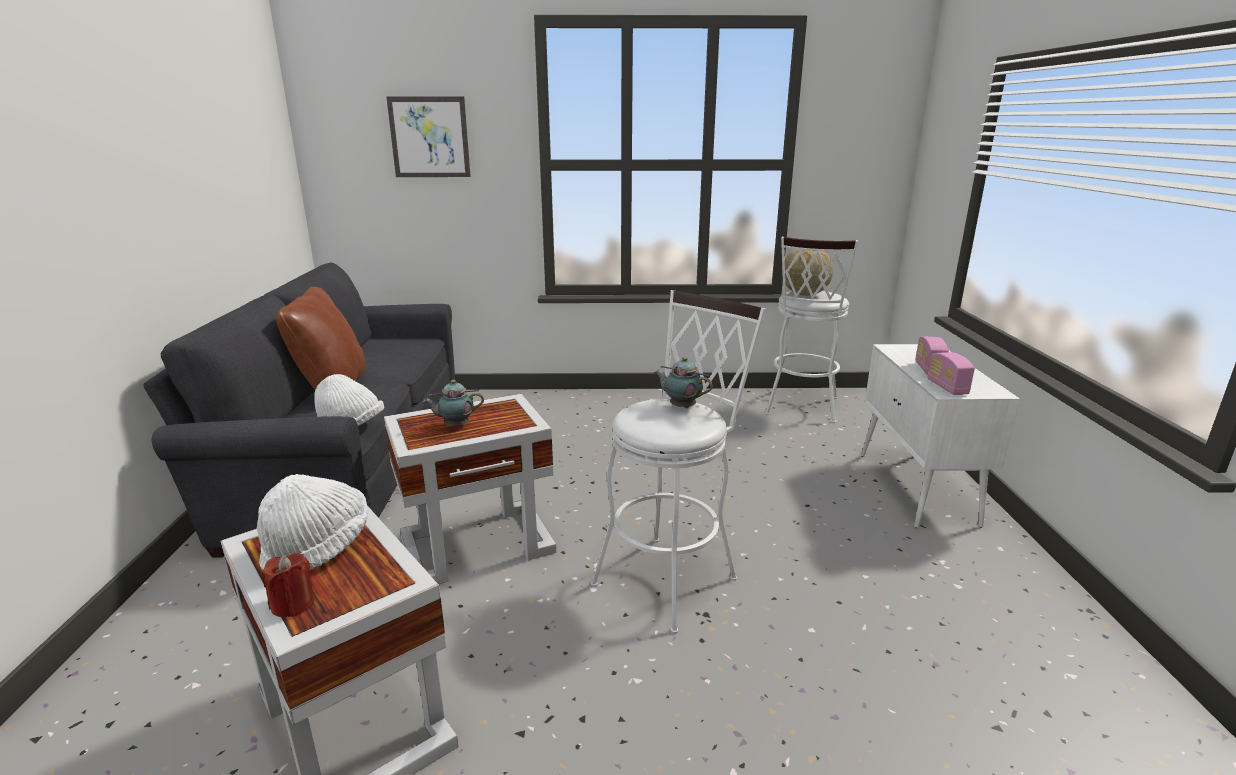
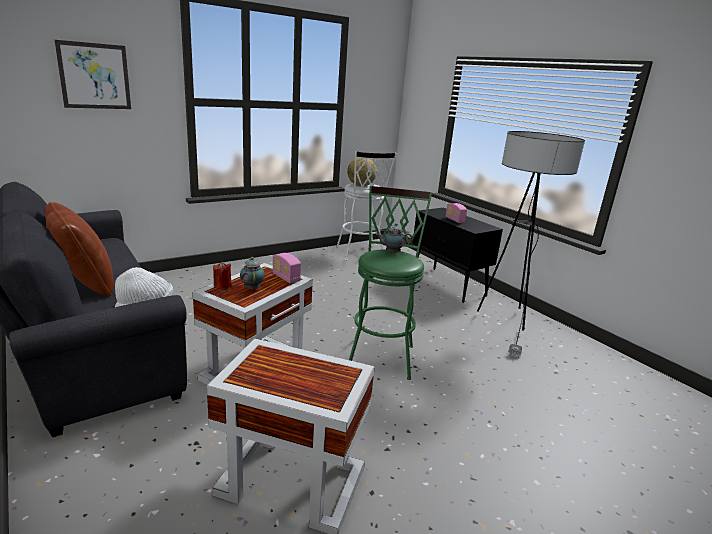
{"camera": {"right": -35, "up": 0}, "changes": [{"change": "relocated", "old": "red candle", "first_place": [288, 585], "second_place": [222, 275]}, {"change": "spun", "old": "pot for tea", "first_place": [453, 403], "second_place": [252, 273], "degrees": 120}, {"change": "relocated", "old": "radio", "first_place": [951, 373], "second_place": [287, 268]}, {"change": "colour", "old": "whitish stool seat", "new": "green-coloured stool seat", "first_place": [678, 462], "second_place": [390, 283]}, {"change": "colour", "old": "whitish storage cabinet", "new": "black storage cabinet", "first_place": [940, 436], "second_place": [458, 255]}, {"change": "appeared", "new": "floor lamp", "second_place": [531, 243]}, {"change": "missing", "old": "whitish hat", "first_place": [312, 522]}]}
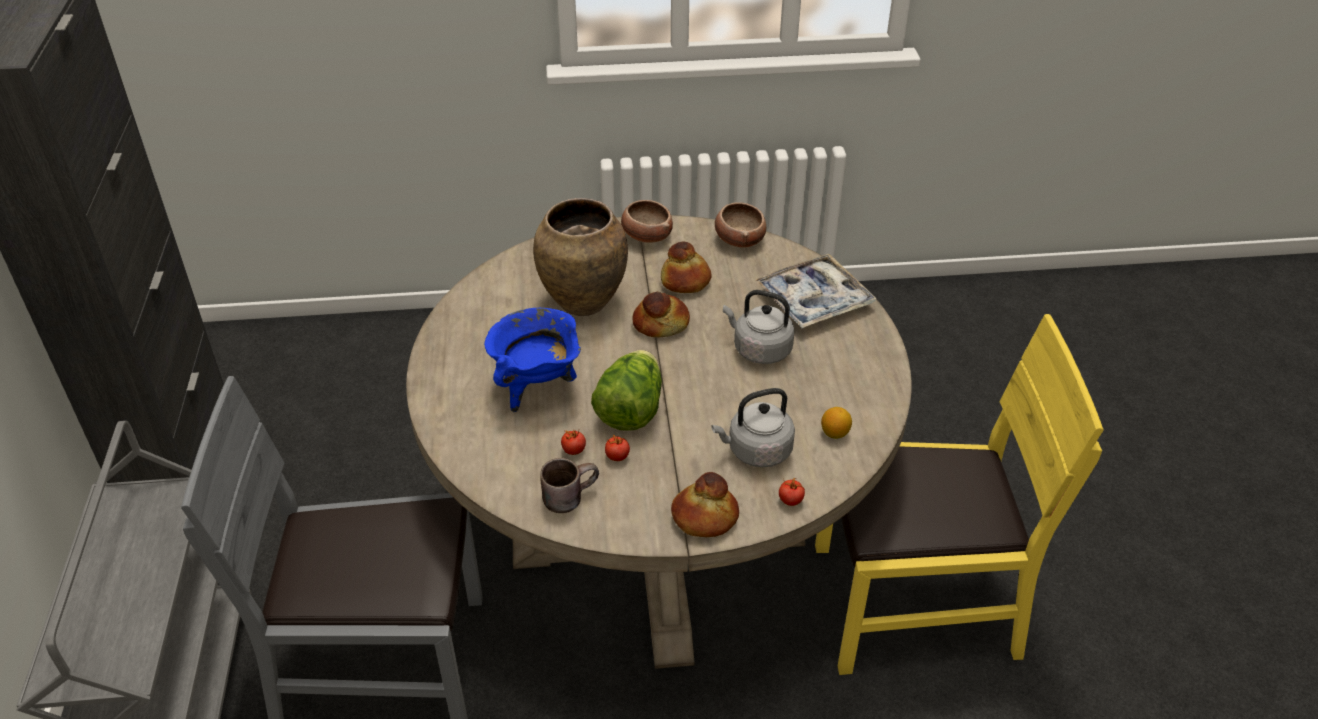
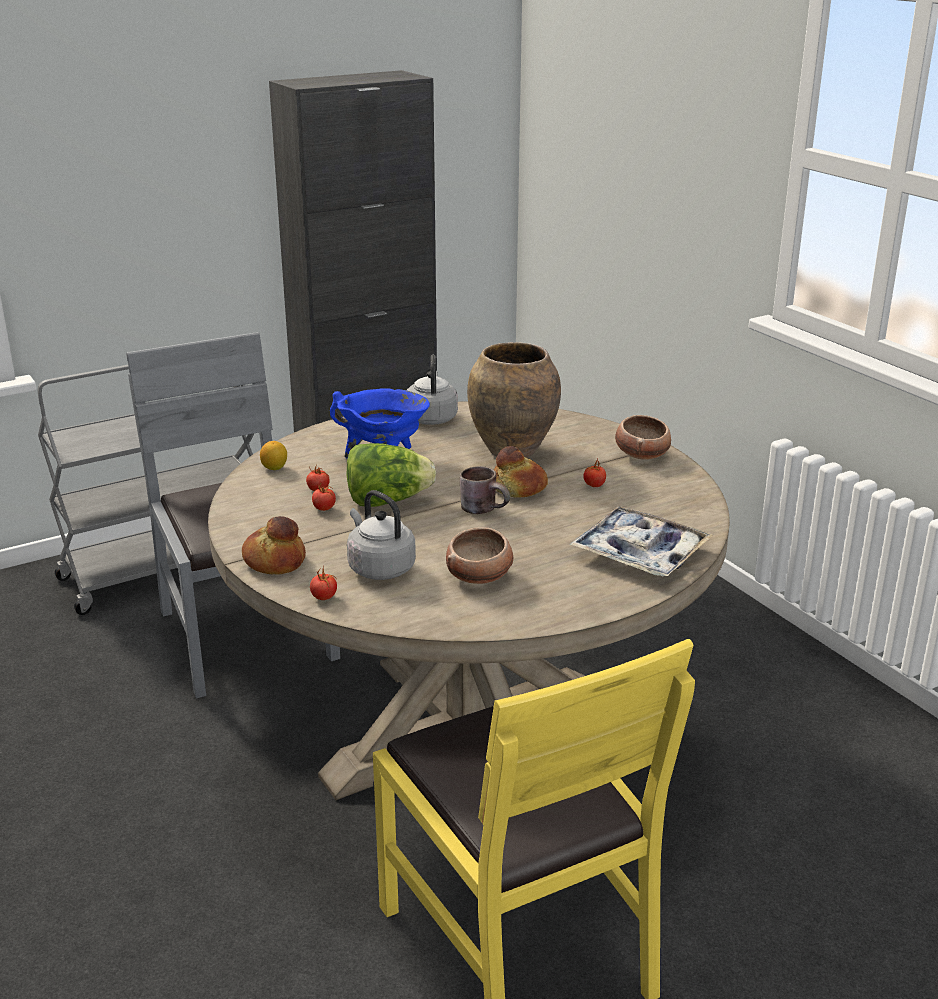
{"camera": {"right": 65, "up": -15}, "changes": [{"change": "relocated", "old": "whole lemon", "first_place": [836, 423], "second_place": [273, 455]}, {"change": "relocated", "old": "grey kettle", "first_place": [759, 327], "second_place": [432, 390]}, {"change": "relocated", "old": "deep dish", "first_place": [740, 225], "second_place": [479, 555]}, {"change": "relocated", "old": "brown tea mug", "first_place": [569, 485], "second_place": [485, 490]}, {"change": "exchanged", "old": "baked bread", "new": "tomato", "first_place": [686, 267], "second_place": [594, 473]}]}
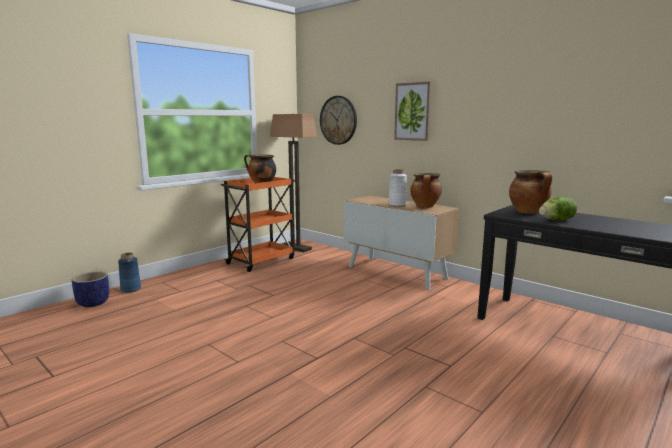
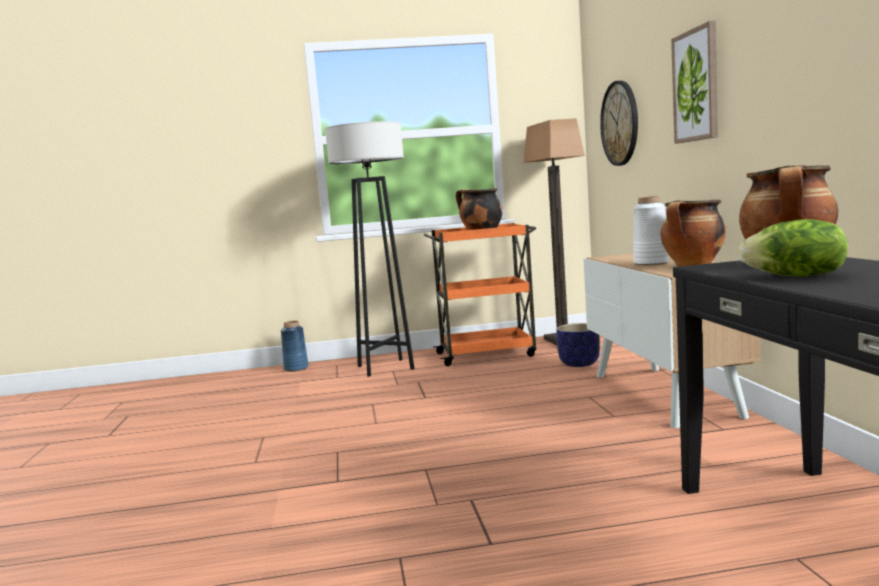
{"camera": {"right": 40, "up": -5}, "changes": [{"change": "appeared", "new": "grey floor lamp", "second_place": [370, 249]}, {"change": "relocated", "old": "flower pot", "first_place": [90, 289], "second_place": [578, 345]}]}
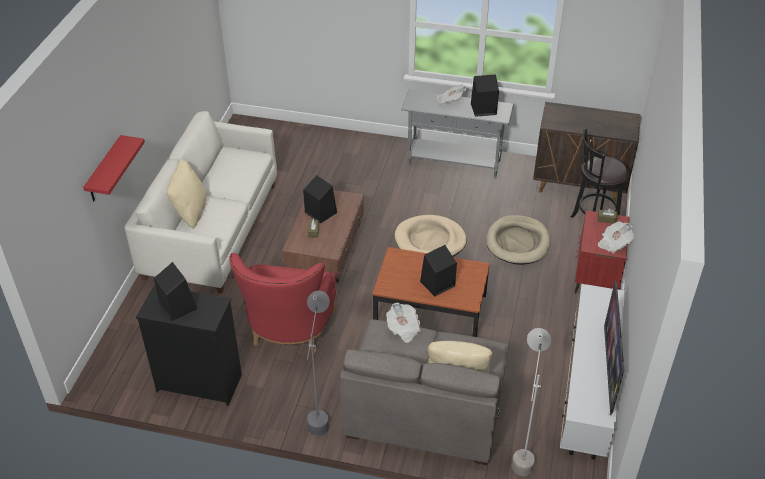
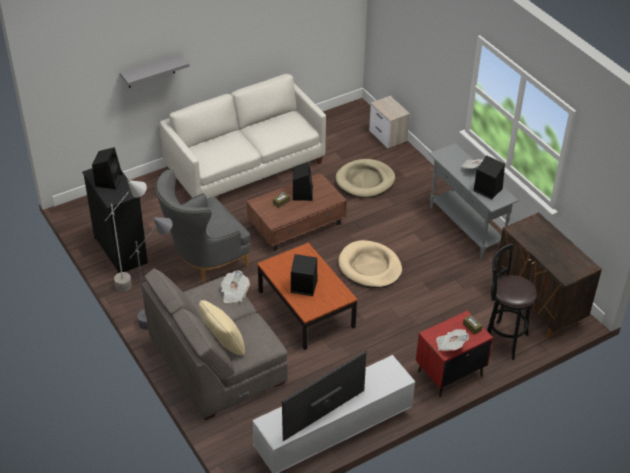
{"camera": {"right": 45, "up": 0}, "changes": [{"change": "relocated", "old": "grey floor lamp", "first_place": [531, 402], "second_place": [126, 236]}, {"change": "colour", "old": "red shelf", "new": "grey shelf", "first_place": [114, 168], "second_place": [155, 71]}, {"change": "colour", "old": "red lounge chair", "new": "grey lounge chair", "first_place": [282, 303], "second_place": [203, 225]}, {"change": "relocated", "old": "beige-coloured pet bed", "first_place": [518, 240], "second_place": [365, 178]}, {"change": "appeared", "new": "night table", "second_place": [389, 122]}, {"change": "missing", "old": "beige-coloured throw pillow", "first_place": [187, 194]}]}
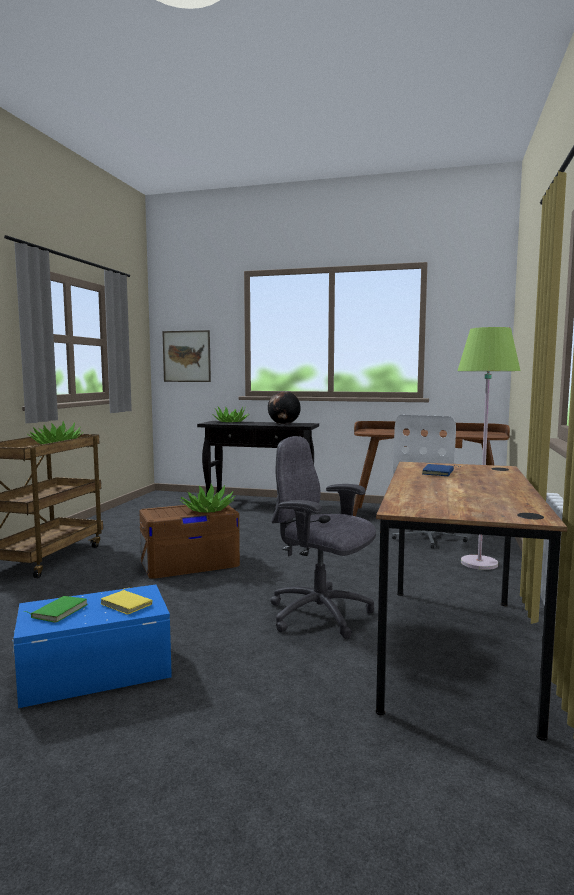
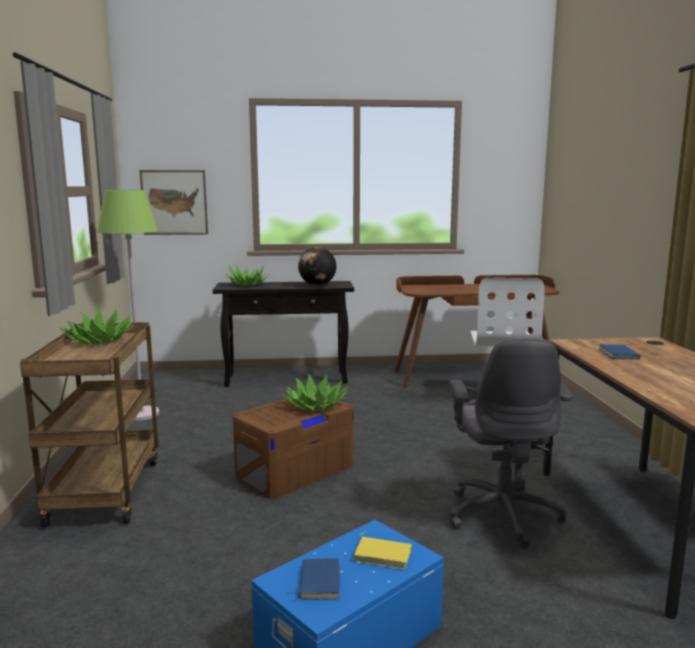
{"camera": {"right": -20, "up": 5}, "changes": [{"change": "relocated", "old": "green-coloured floor lamp", "first_place": [488, 448], "second_place": [128, 305]}, {"change": "colour", "old": "green-coloured bound book", "new": "blue-coloured bound book", "first_place": [56, 609], "second_place": [313, 579]}, {"change": "spun", "old": "grey computer chair", "first_place": [323, 537], "second_place": [510, 443], "degrees": -105}]}
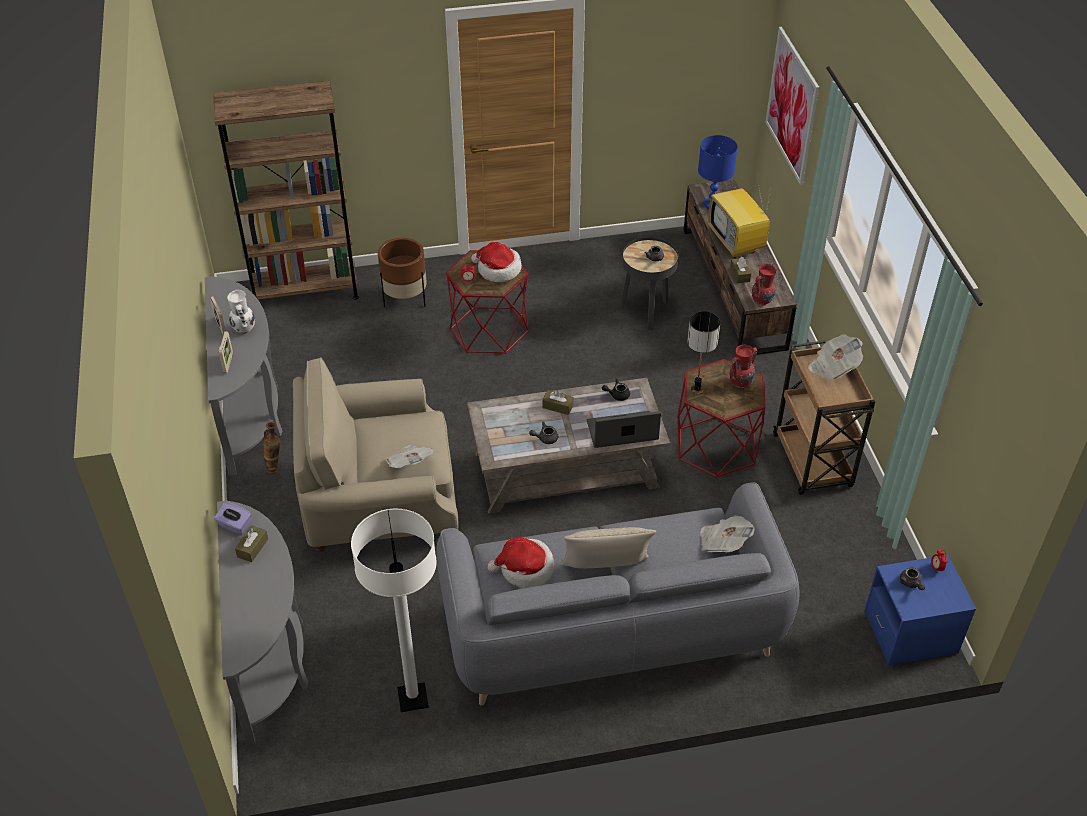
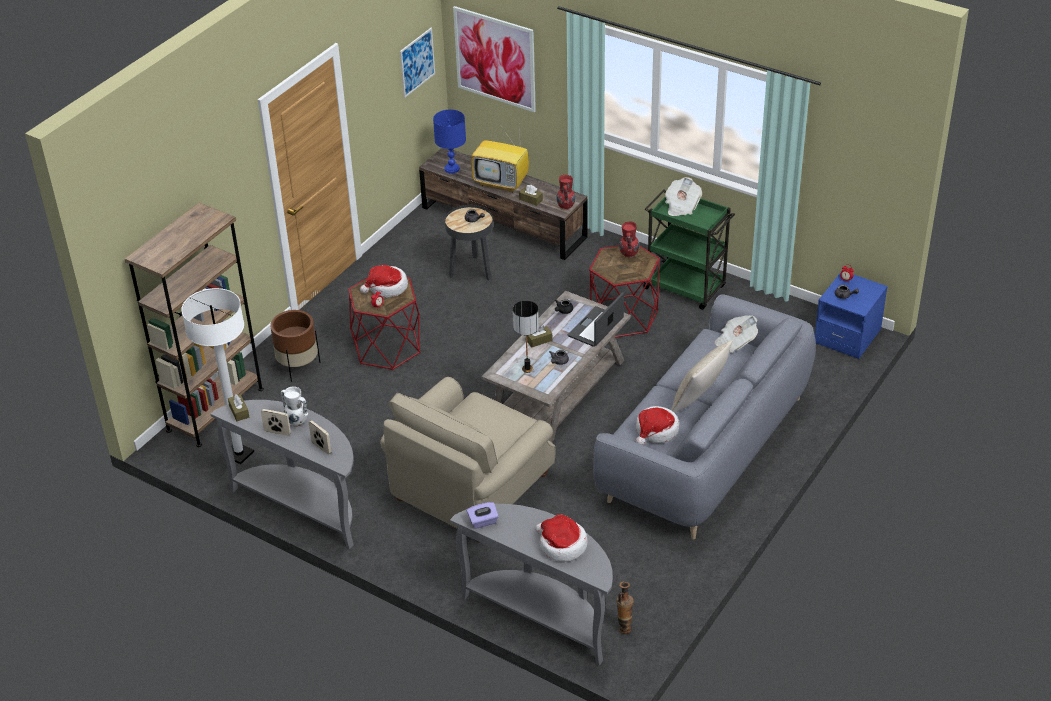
{"camera": {"right": -45, "up": -5}, "changes": [{"change": "relocated", "old": "whitish floor lamp", "first_place": [394, 610], "second_place": [217, 376]}, {"change": "relocated", "old": "brown box of tissues", "first_place": [251, 543], "second_place": [238, 407]}, {"change": "appeared", "new": "wall art", "second_place": [417, 63]}, {"change": "relocated", "old": "tabletop lamp", "first_place": [703, 352], "second_place": [526, 337]}, {"change": "appeared", "new": "hat", "second_place": [561, 538]}, {"change": "relocated", "old": "vase", "first_place": [272, 448], "second_place": [625, 607]}, {"change": "colour", "old": "brown trolley", "new": "green-coloured trolley", "first_place": [824, 417], "second_place": [688, 250]}, {"change": "missing", "old": "newspaper", "first_place": [409, 456]}]}
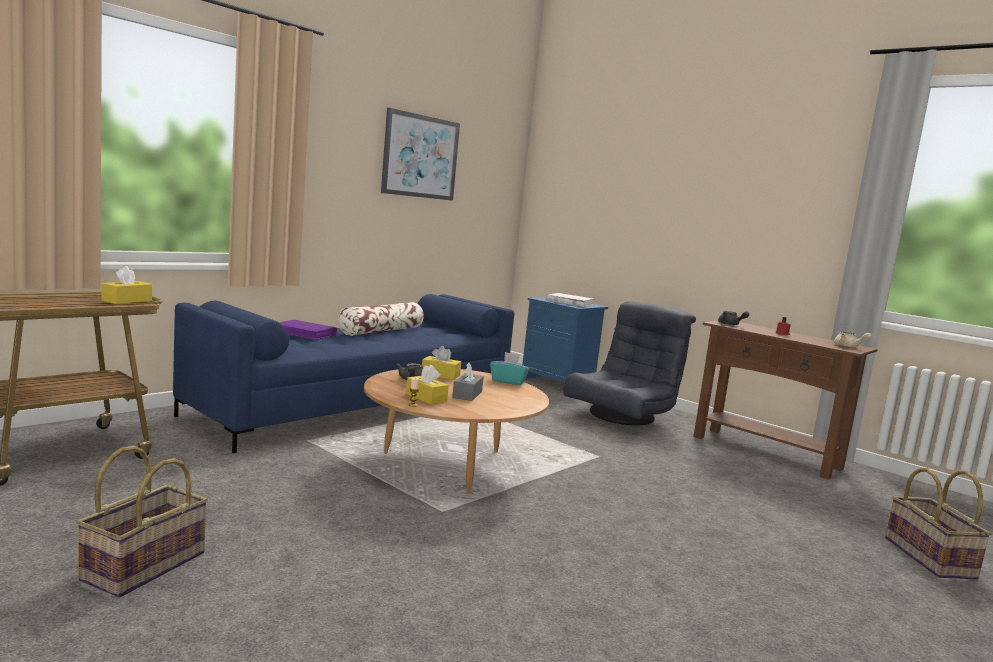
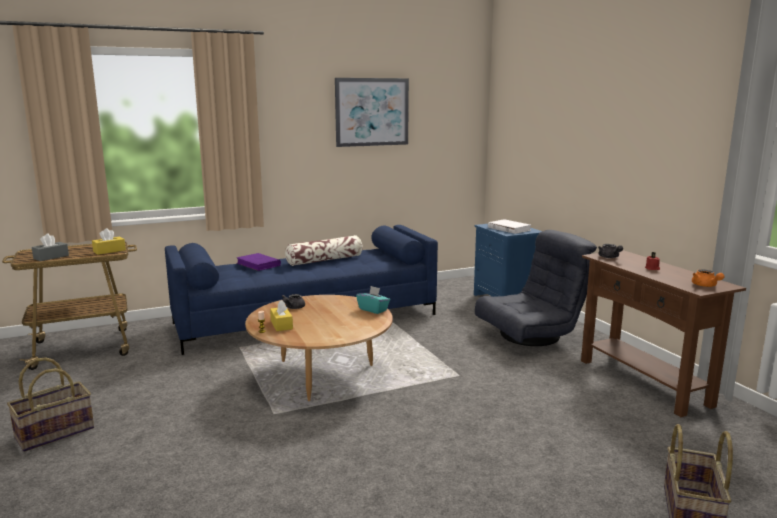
{"camera": {"right": 25, "up": 5}, "changes": [{"change": "relocated", "old": "grey box of tissues", "first_place": [468, 382], "second_place": [50, 247]}, {"change": "colour", "old": "beige-coloured pot for tea", "new": "orange-coloured pot for tea", "first_place": [853, 340], "second_place": [708, 278]}, {"change": "missing", "old": "yellow box of tissues", "first_place": [441, 363]}]}
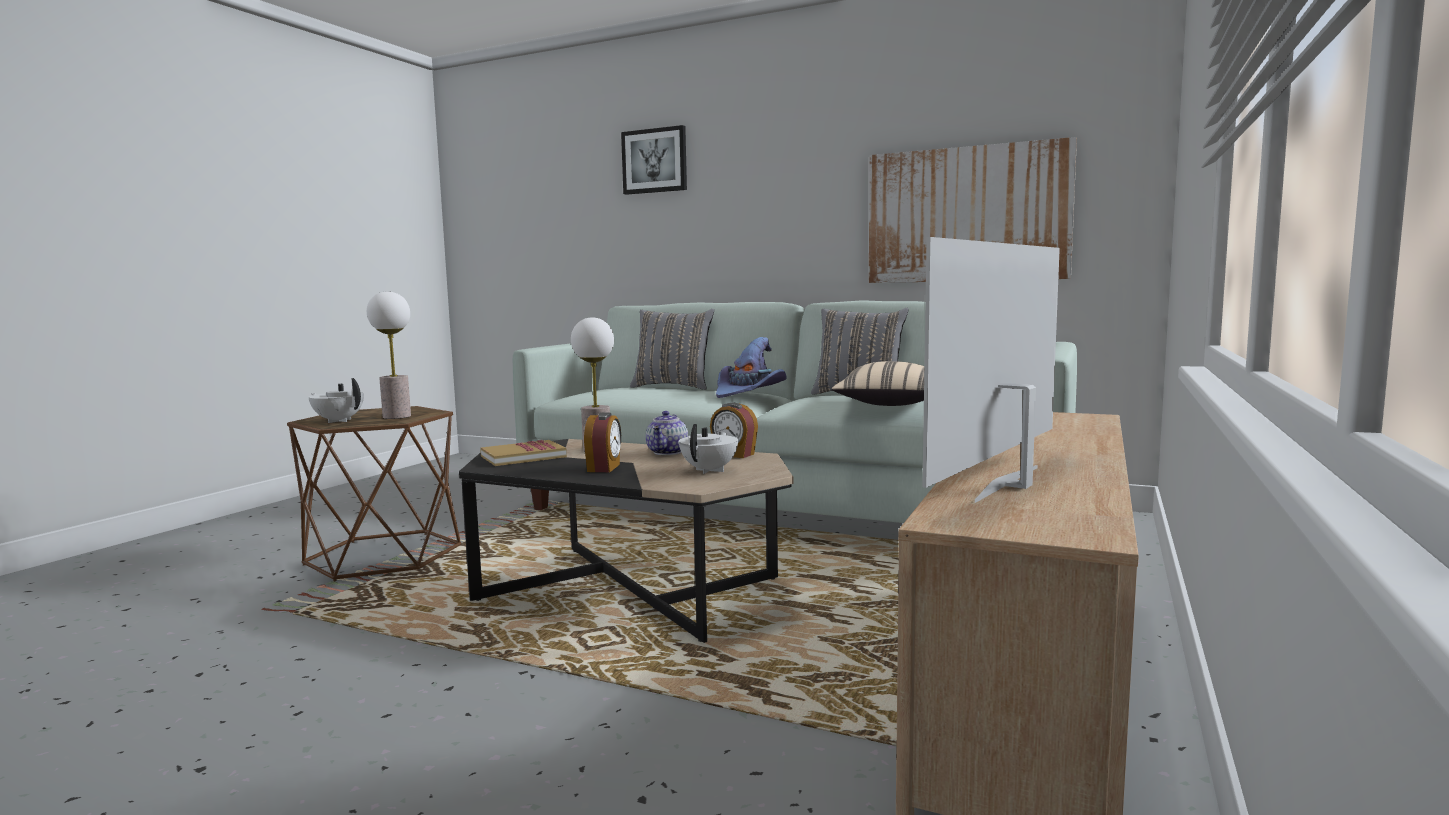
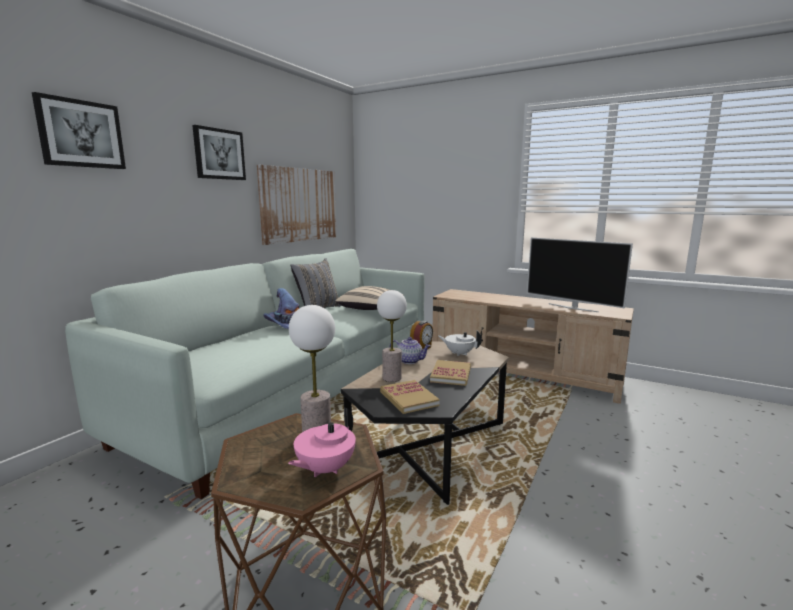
{"camera": {"right": -85, "up": 5}, "changes": [{"change": "appeared", "new": "wall art", "second_place": [219, 152]}, {"change": "colour", "old": "whitish pot for tea", "new": "pink pot for tea", "first_place": [336, 400], "second_place": [322, 442]}, {"change": "exchanged", "old": "bedside clock", "new": "bound book", "first_place": [602, 442], "second_place": [450, 373]}, {"change": "missing", "old": "grey throw pillow", "first_place": [672, 349]}]}
